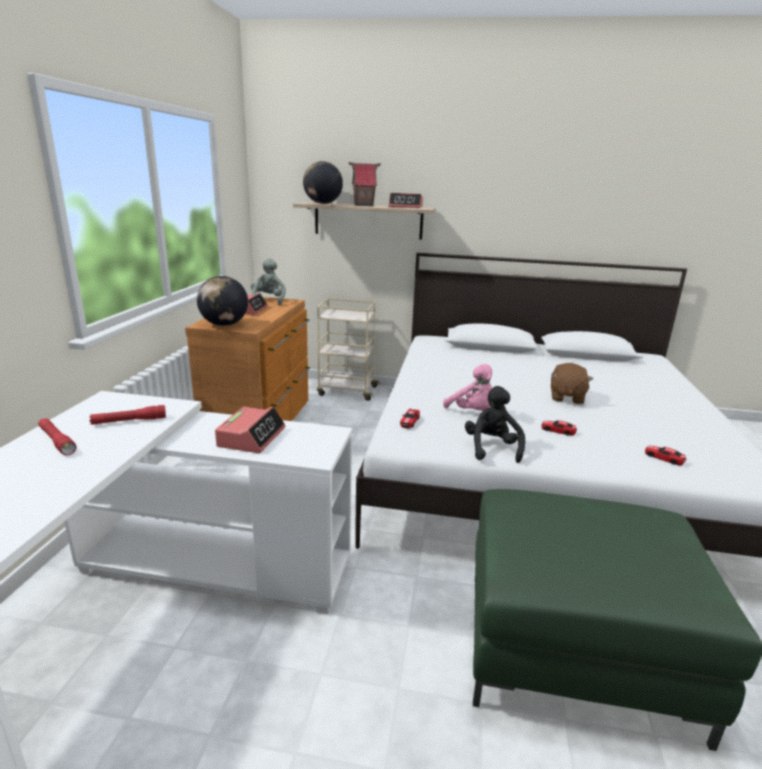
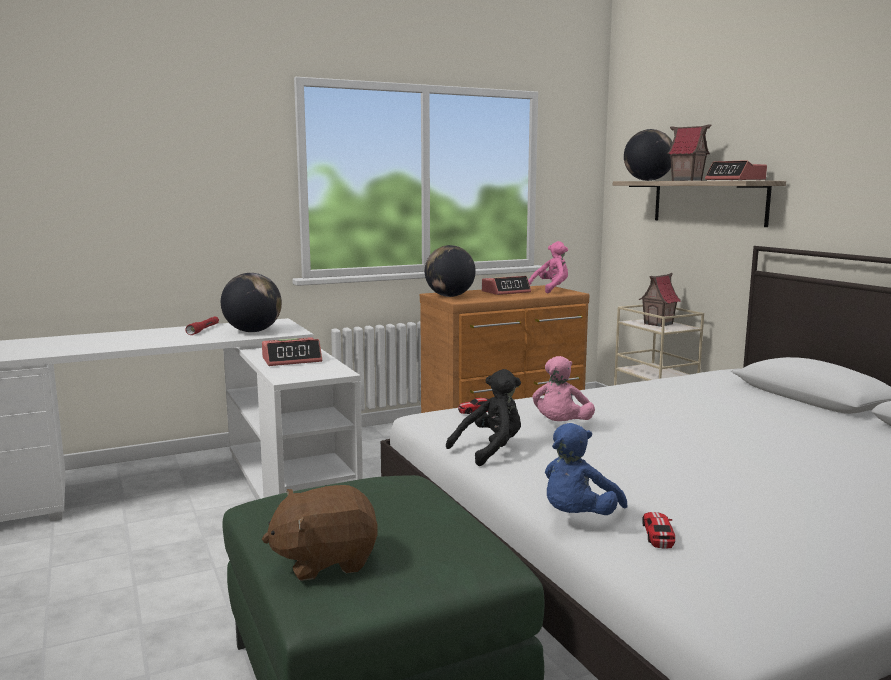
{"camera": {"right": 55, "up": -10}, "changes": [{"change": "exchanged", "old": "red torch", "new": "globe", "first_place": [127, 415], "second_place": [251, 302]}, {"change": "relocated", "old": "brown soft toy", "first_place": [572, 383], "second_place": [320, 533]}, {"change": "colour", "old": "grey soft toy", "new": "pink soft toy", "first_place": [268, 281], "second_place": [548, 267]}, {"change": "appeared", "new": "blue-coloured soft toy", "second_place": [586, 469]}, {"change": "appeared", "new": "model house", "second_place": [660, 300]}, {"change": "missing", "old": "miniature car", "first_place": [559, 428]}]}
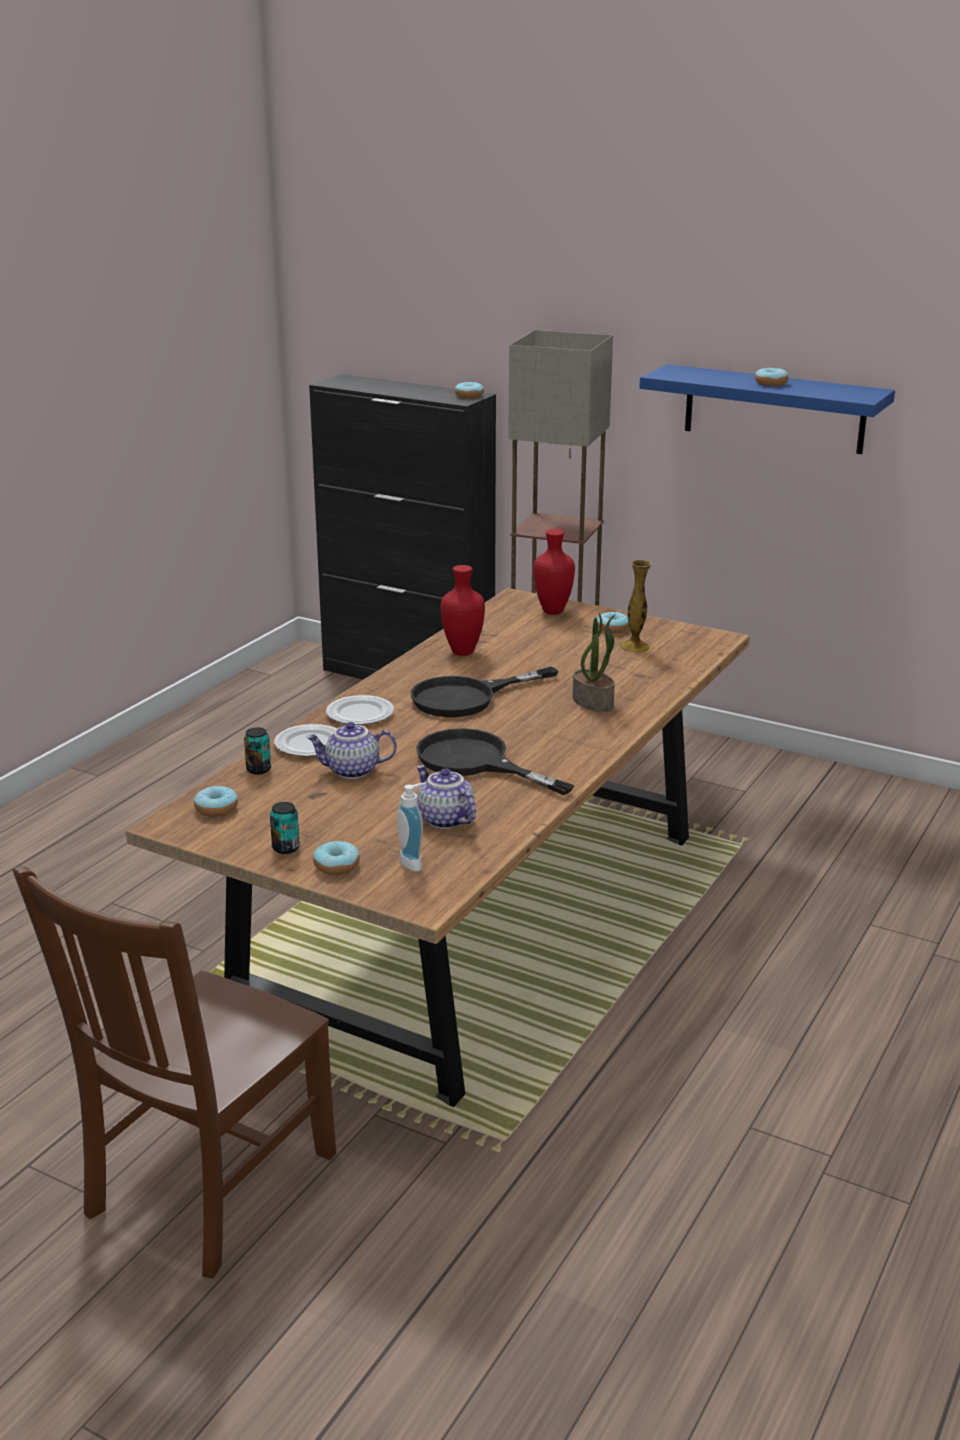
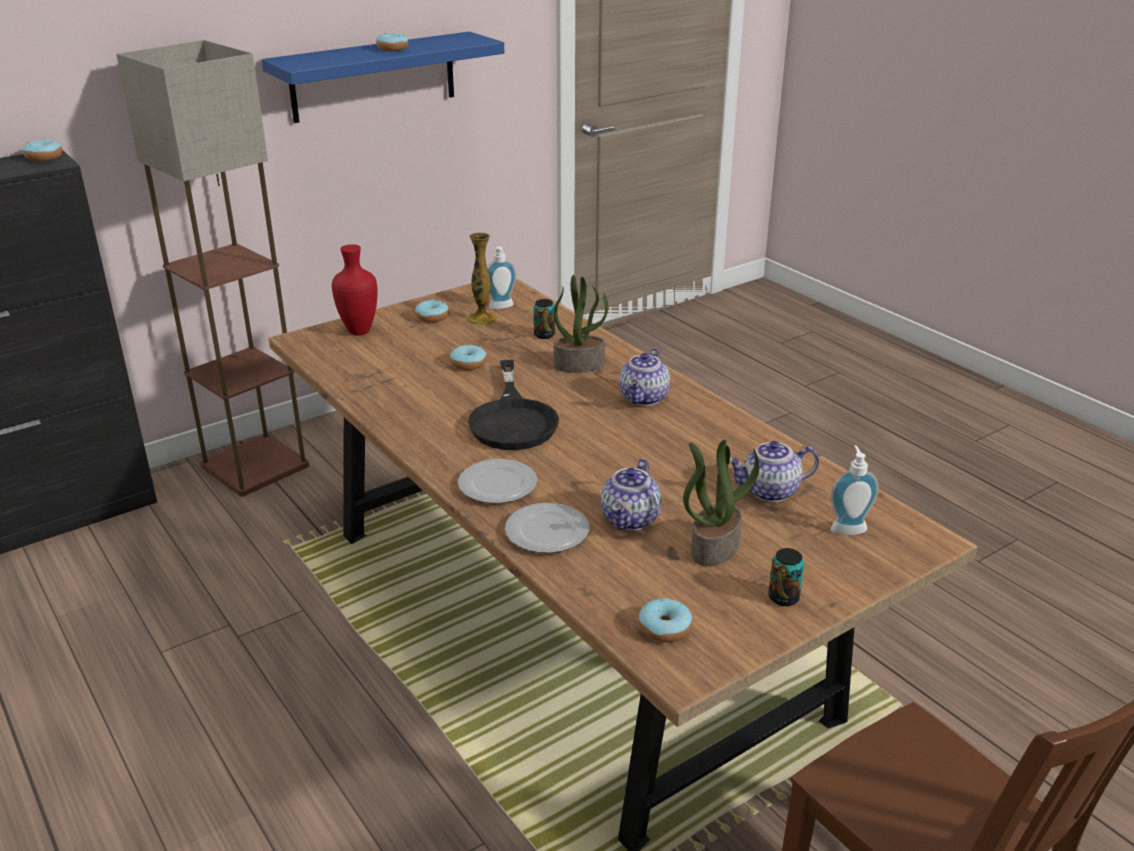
{"camera": {"right": -65, "up": 5}, "changes": [{"change": "relocated", "old": "ring doughnut", "first_place": [336, 857], "second_place": [468, 357]}, {"change": "appeared", "new": "soap bottle", "second_place": [501, 278]}, {"change": "relocated", "old": "can", "first_place": [257, 750], "second_place": [544, 319]}, {"change": "appeared", "new": "pot for tea", "second_place": [644, 377]}, {"change": "appeared", "new": "houseplant", "second_place": [721, 503]}, {"change": "missing", "old": "black pan", "first_place": [495, 761]}, {"change": "missing", "old": "red vase", "first_place": [463, 610]}]}
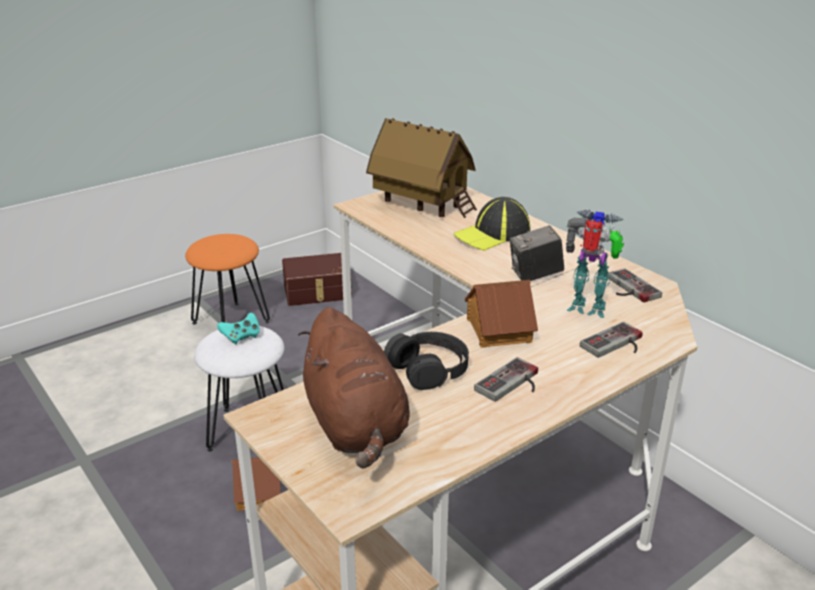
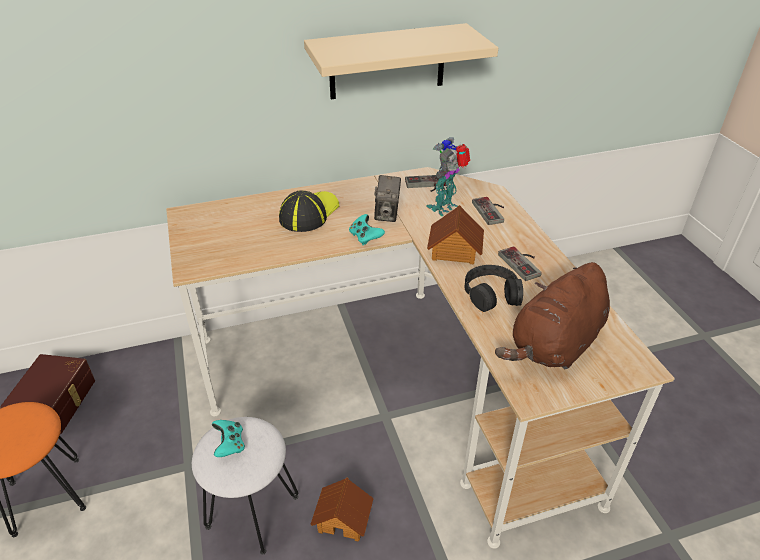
{"camera": {"right": -70, "up": 10}, "changes": [{"change": "spun", "old": "cap", "first_place": [491, 224], "second_place": [309, 211], "degrees": -135}, {"change": "appeared", "new": "beige-coloured shelf", "second_place": [401, 61]}, {"change": "appeared", "new": "blue-green gamepad", "second_place": [367, 229]}, {"change": "spun", "old": "brown soft toy", "first_place": [354, 388], "second_place": [552, 315], "degrees": 135}, {"change": "missing", "old": "model house", "first_place": [421, 168]}]}
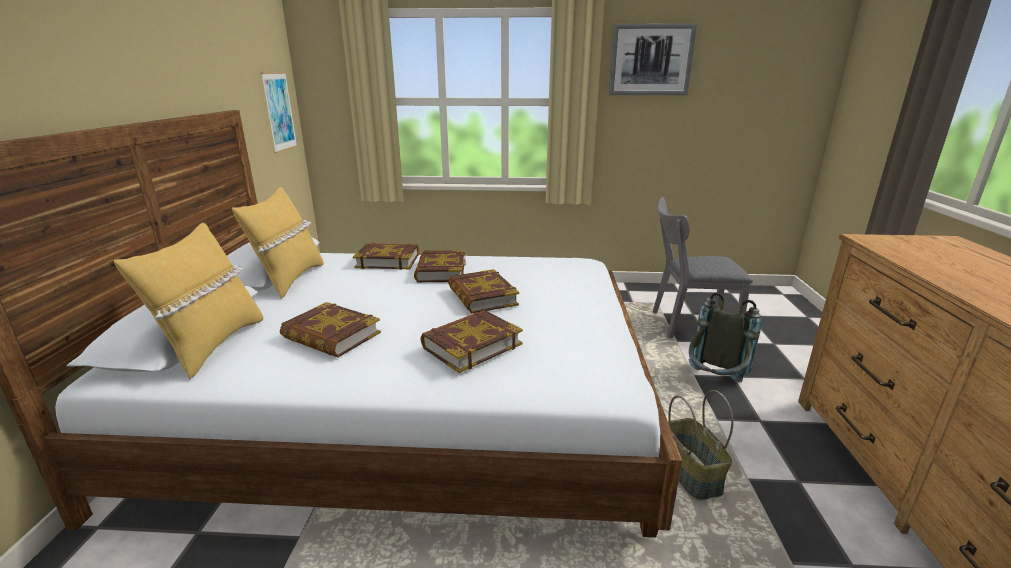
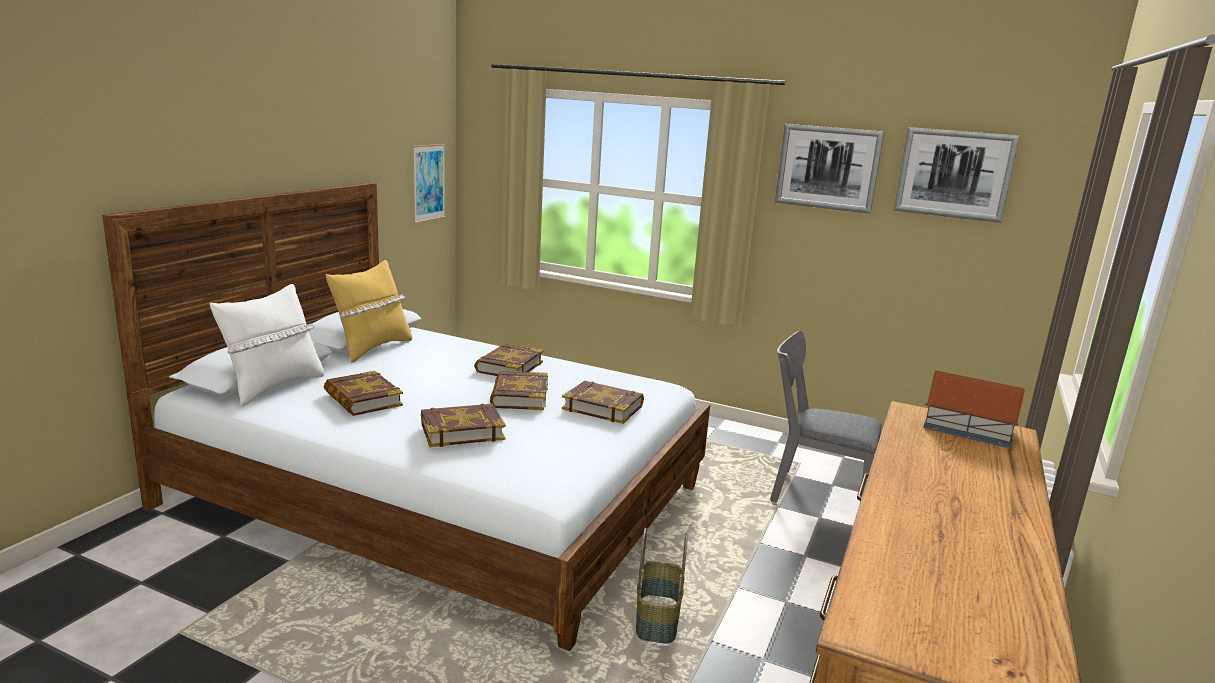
{"camera": {"right": 20, "up": -5}, "changes": [{"change": "colour", "old": "yellow throw pillow", "new": "whitish throw pillow", "first_place": [188, 301], "second_place": [267, 345]}, {"change": "relocated", "old": "bound book", "first_place": [386, 256], "second_place": [603, 402]}, {"change": "appeared", "new": "wall art", "second_place": [957, 175]}, {"change": "appeared", "new": "model house", "second_place": [974, 409]}, {"change": "missing", "old": "grey backpack", "first_place": [725, 337]}]}
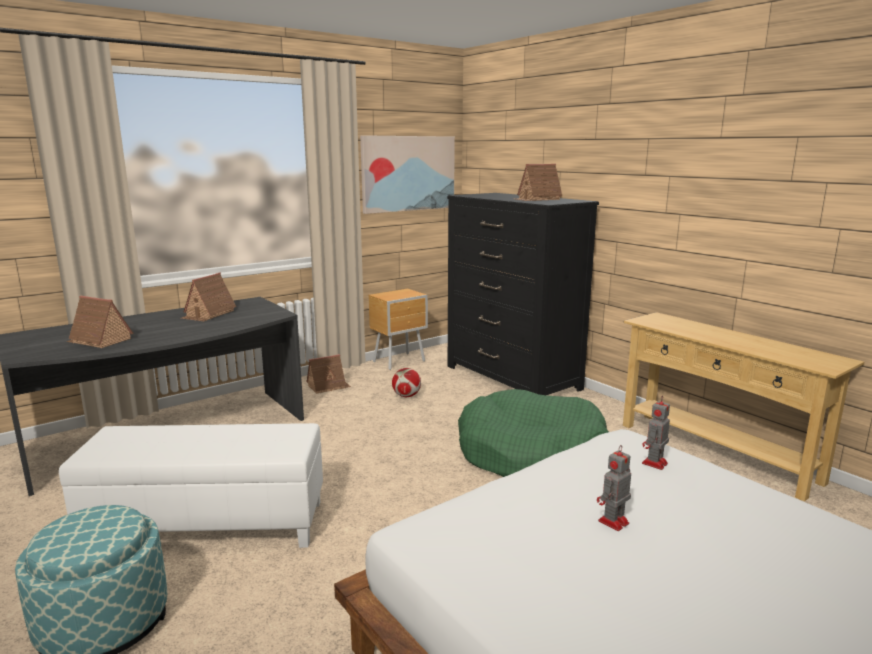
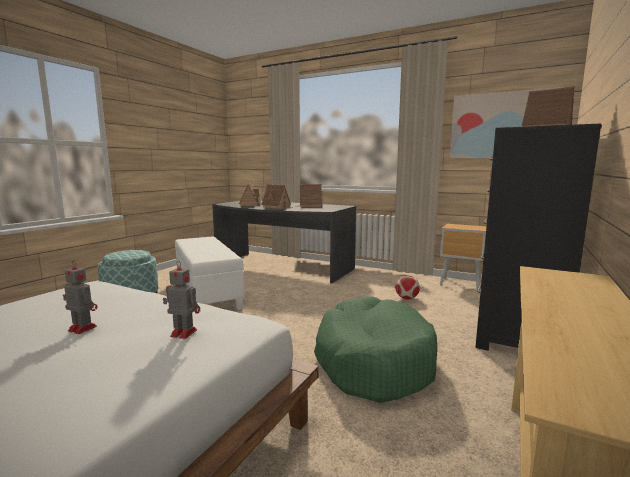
{"camera": {"right": 65, "up": -5}, "changes": [{"change": "relocated", "old": "model house", "first_place": [329, 374], "second_place": [277, 196]}]}
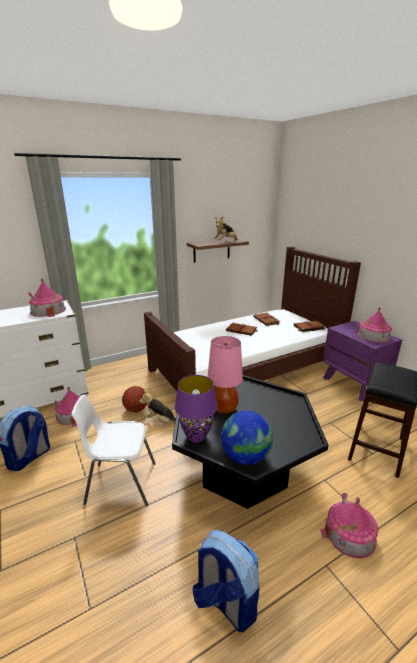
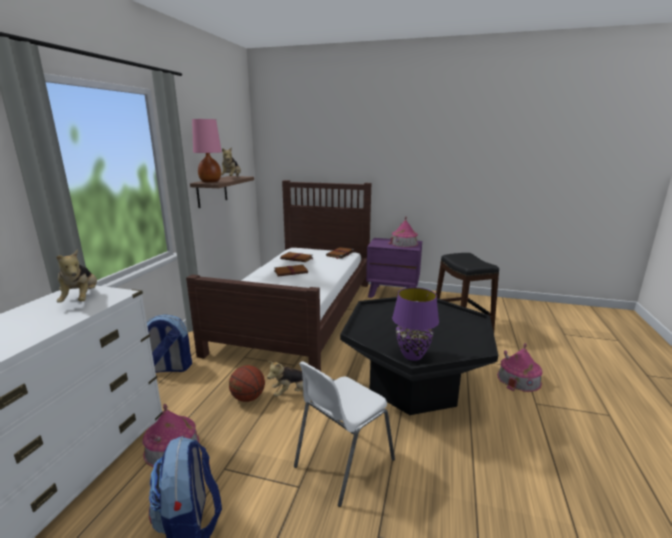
{"camera": {"right": -45, "up": -5}, "changes": [{"change": "exchanged", "old": "model house", "new": "soft toy", "first_place": [47, 297], "second_place": [76, 276]}, {"change": "relocated", "old": "backpack", "first_place": [226, 581], "second_place": [169, 343]}, {"change": "relocated", "old": "pink tabletop lamp", "first_place": [225, 375], "second_place": [207, 150]}, {"change": "missing", "old": "globe", "first_place": [247, 438]}]}
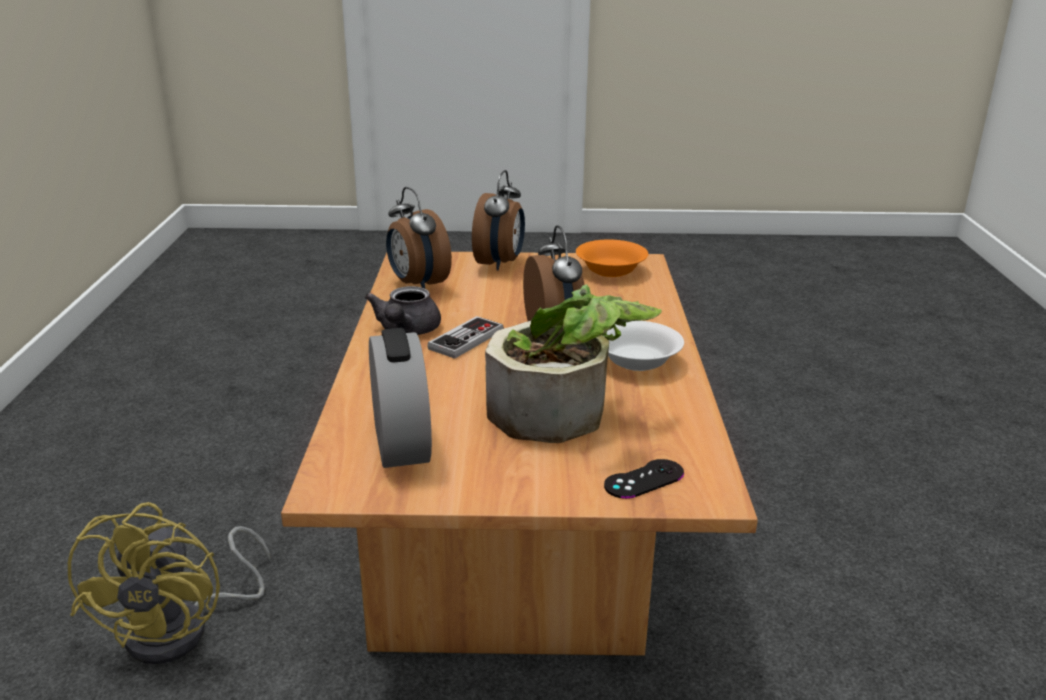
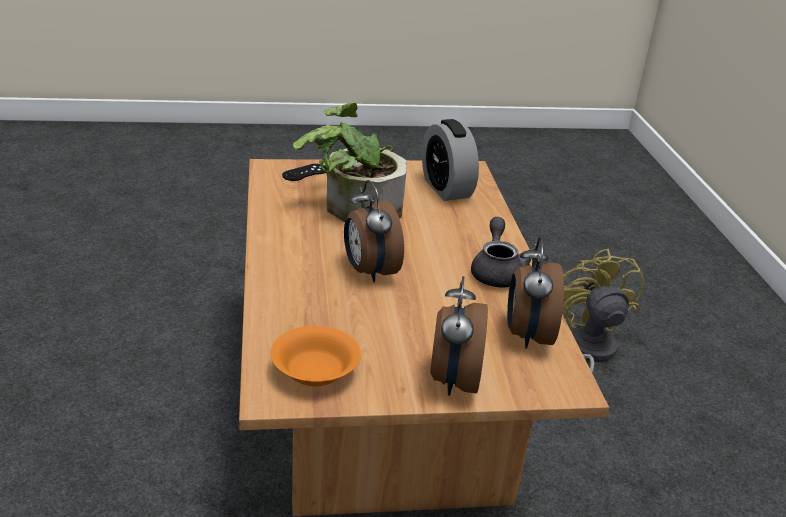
{"camera": {"right": 170, "up": 5}, "changes": [{"change": "spun", "old": "bedside clock", "first_place": [419, 238], "second_place": [535, 293], "degrees": -135}, {"change": "missing", "old": "gamepad", "first_place": [465, 337]}, {"change": "missing", "old": "whitish deep dish", "first_place": [645, 346]}]}
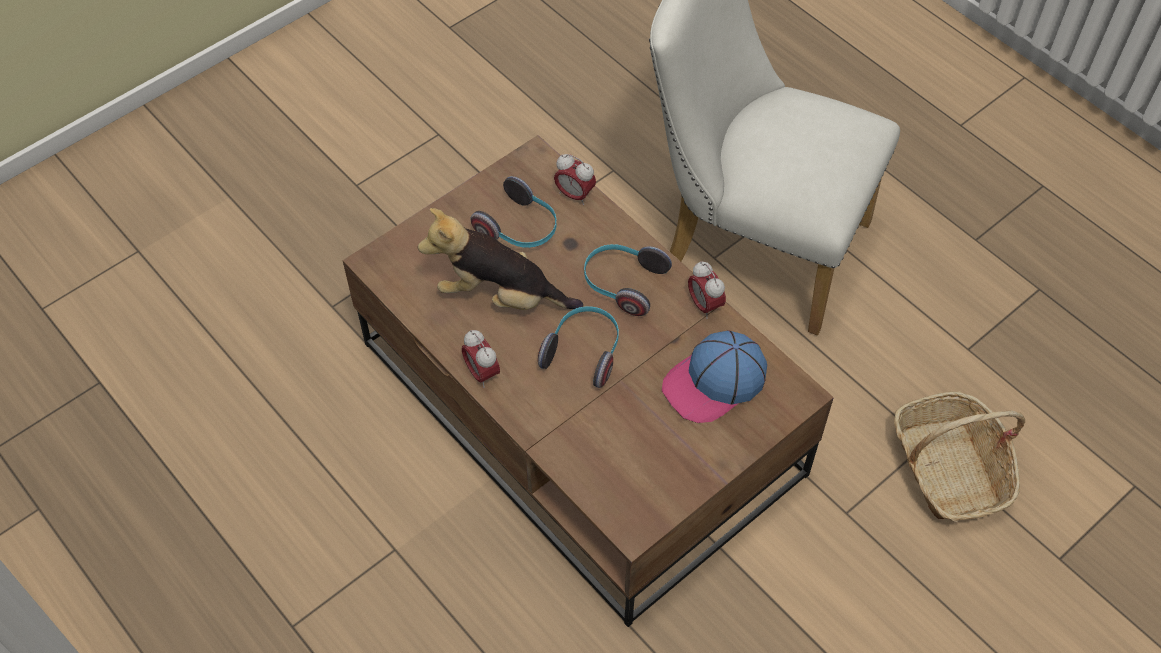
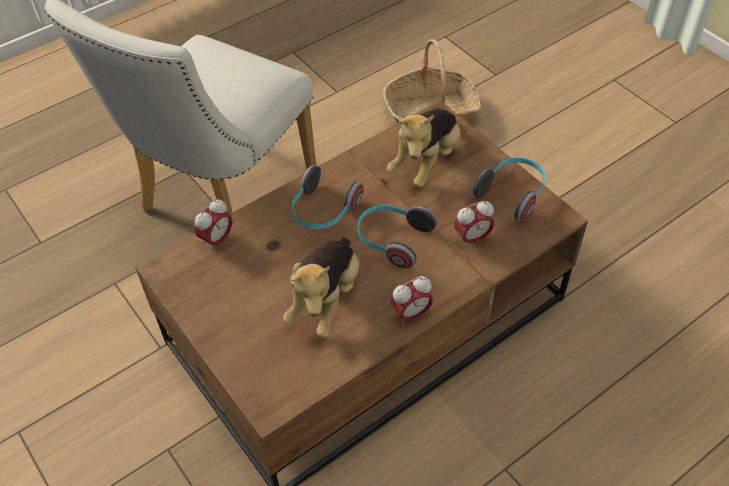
{"camera": {"right": -85, "up": -5}, "changes": [{"change": "exchanged", "old": "cap", "new": "soft toy", "first_place": [714, 376], "second_place": [424, 147]}, {"change": "relocated", "old": "bedside clock", "first_place": [707, 290], "second_place": [474, 224]}, {"change": "relocated", "old": "headphones", "first_place": [513, 212], "second_place": [509, 189]}]}
